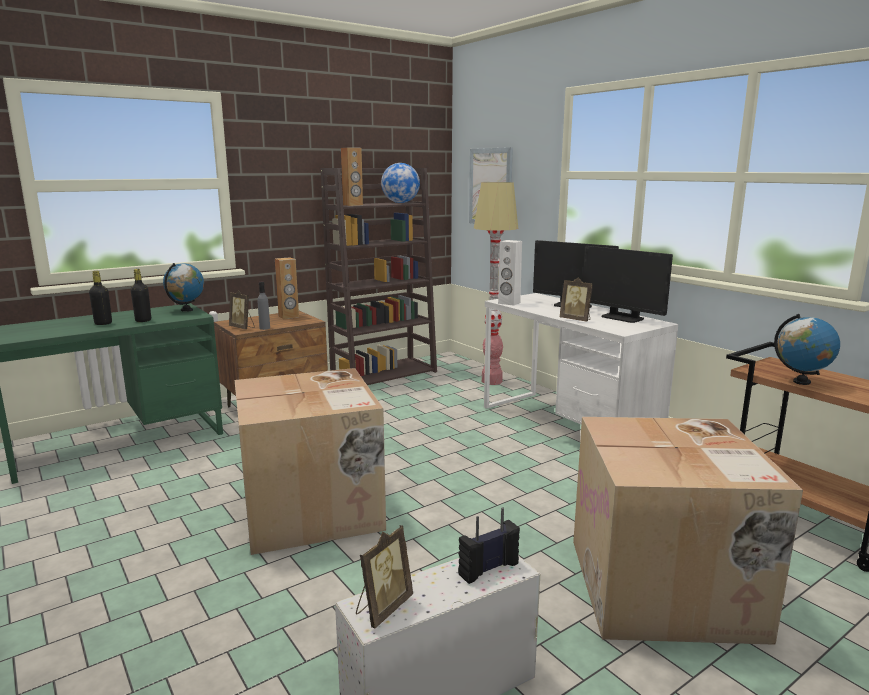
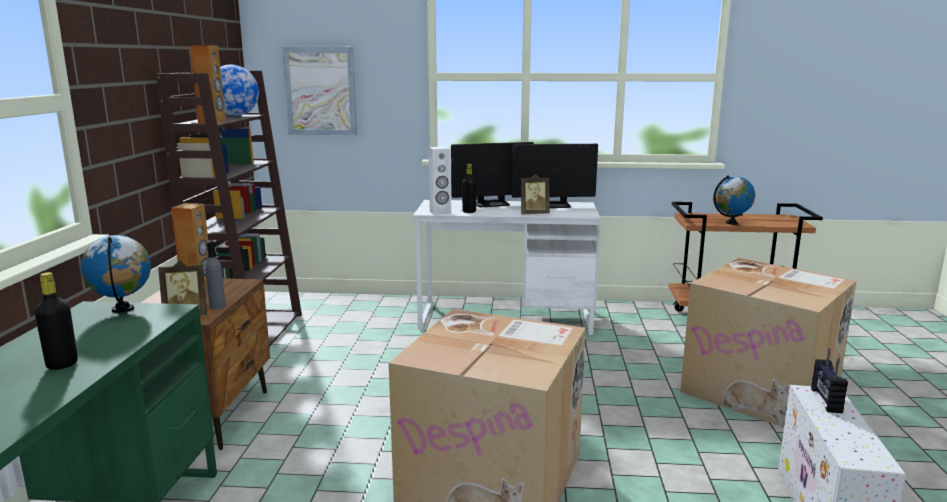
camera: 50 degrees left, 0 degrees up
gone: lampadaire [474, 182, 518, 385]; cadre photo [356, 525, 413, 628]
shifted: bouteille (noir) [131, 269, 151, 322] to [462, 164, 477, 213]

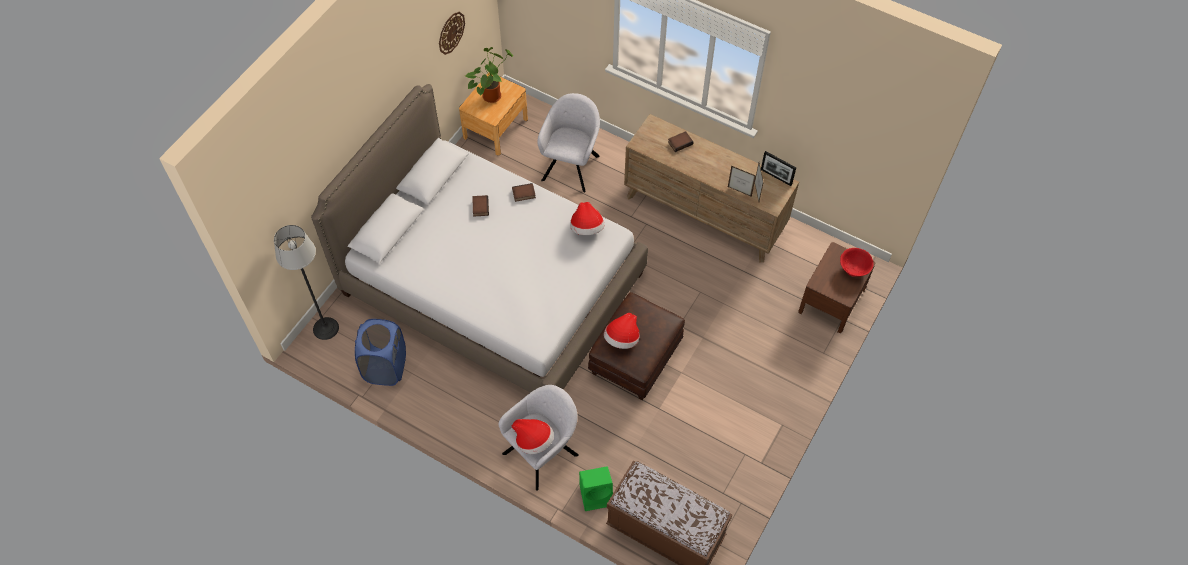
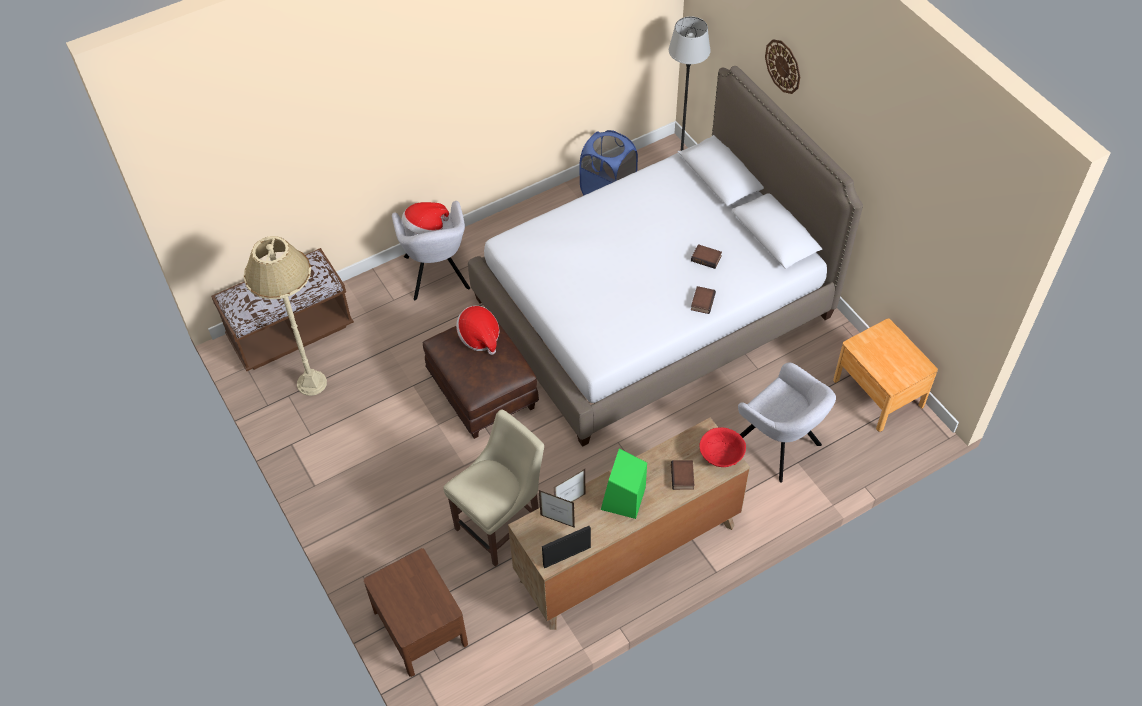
camera: 120 degrees right, 5 degrees down
gone: plante en pot [466, 47, 513, 103]; chapeau [570, 202, 604, 235]
new: lampadaire (beige) [243, 236, 327, 396]; chaise (beige) [443, 410, 544, 567]
shifted: horloge murale [439, 12, 465, 55] to [765, 40, 800, 94]; bol (rouge) [840, 248, 874, 277] to [699, 427, 746, 467]; enceinte (vert) [579, 466, 613, 511] to [601, 449, 647, 519]

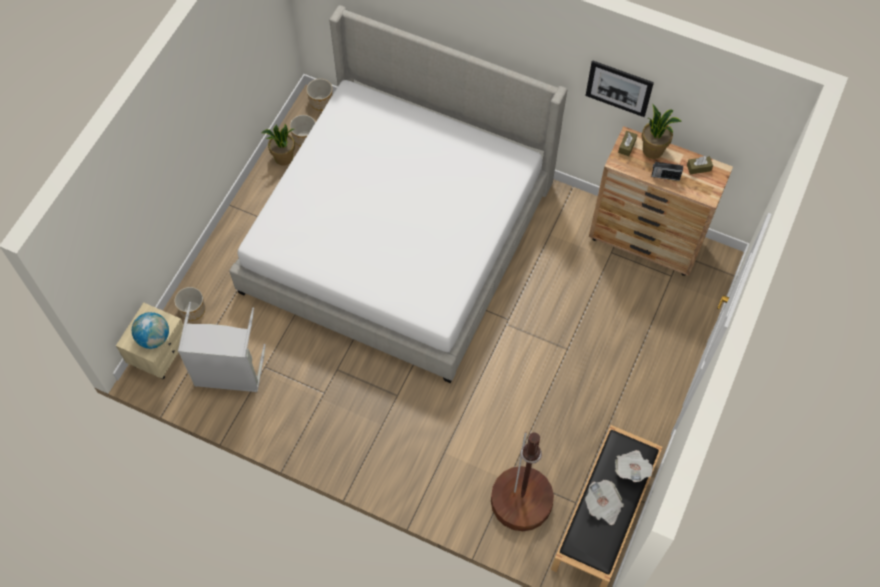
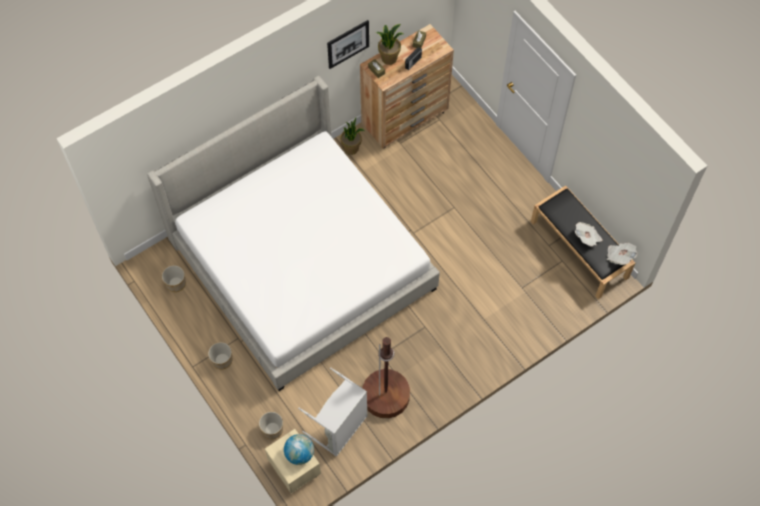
camera: 60 degrees left, 0 degrees up
shifted: cache-pot [306, 79, 333, 111] to [208, 342, 232, 369]; plante en pot [261, 124, 295, 166] to [340, 118, 364, 155]; lampadaire (marron) [491, 431, 554, 531] to [362, 337, 410, 418]; journal [615, 450, 653, 482] to [607, 243, 637, 265]

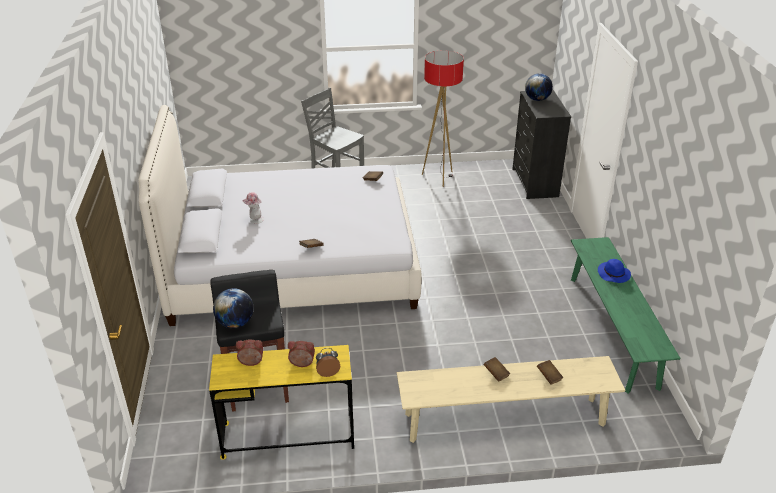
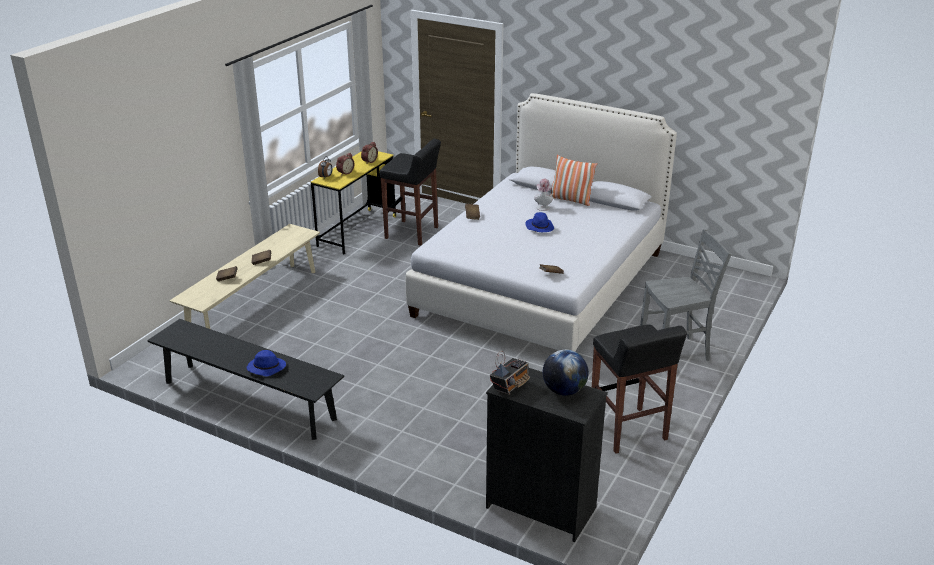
camera: 125 degrees right, 5 degrees down
gone: globe [213, 288, 254, 328]
new: coussin [550, 155, 597, 206]; chapeau (bleu) [525, 212, 554, 232]; radio [490, 351, 530, 395]
swapped: lampadaire [422, 50, 464, 187] to tabouret (noir) [592, 325, 687, 454]
repainted: banc (vert) [571, 237, 681, 394] to banc (noir) [147, 319, 344, 440]

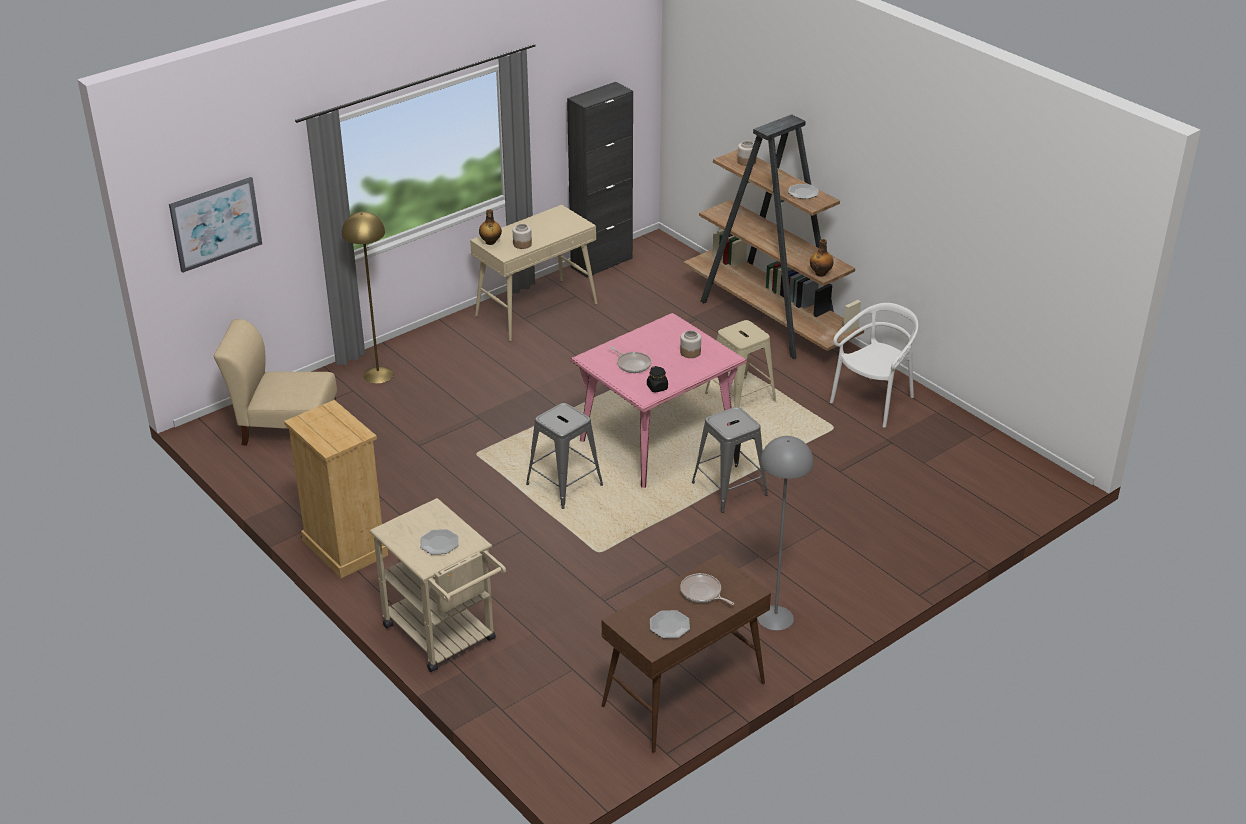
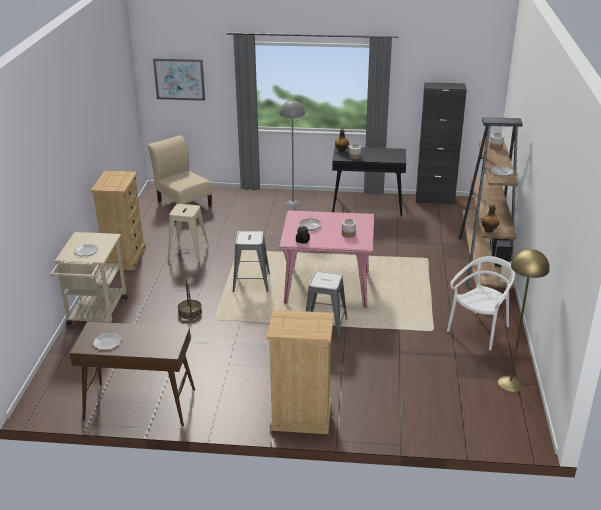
camera: 45 degrees right, 5 degrees down
gone: poêle [680, 573, 734, 605]
new: panier [178, 280, 202, 320]; commode (beige) [267, 310, 334, 434]
shifted: lampadaire (jaune) [342, 211, 393, 384] to [498, 249, 550, 392]; tabouret (beige) [705, 320, 776, 407] to [168, 204, 209, 264]; lampadaire (gris) [757, 436, 814, 630] to [280, 100, 305, 208]
repainted: table console (beige) [470, 205, 598, 342] to table console (noir) [332, 146, 406, 216]
rotated: chaise (blanc) [830, 303, 918, 428] = [447, 256, 515, 350] 45 degrees counterclockwise

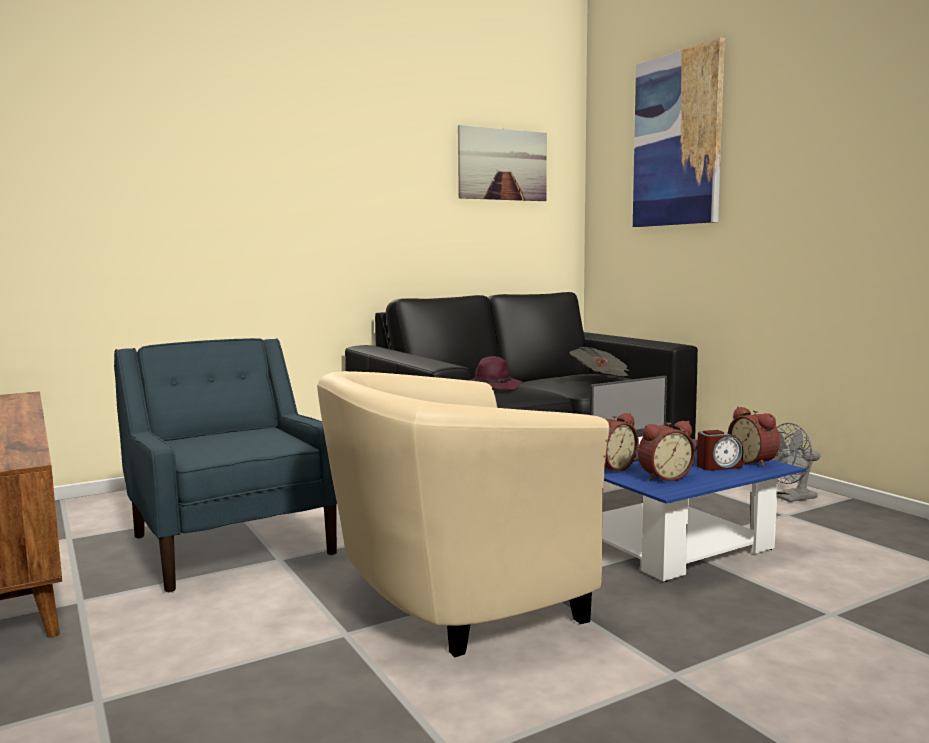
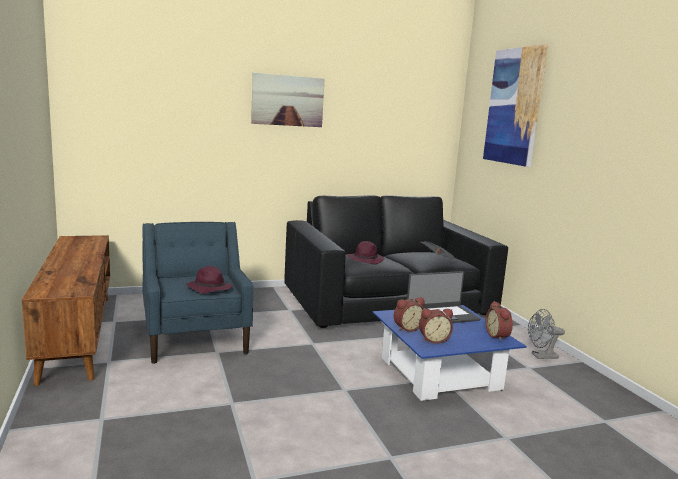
camera: 10 degrees right, 5 degrees up
gone: fauteuil (beige) [317, 371, 609, 657]; réveil [697, 430, 743, 471]
new: chapeau (violet) [186, 266, 233, 294]
shifted: tableau [458, 125, 547, 201] to [251, 73, 325, 127]

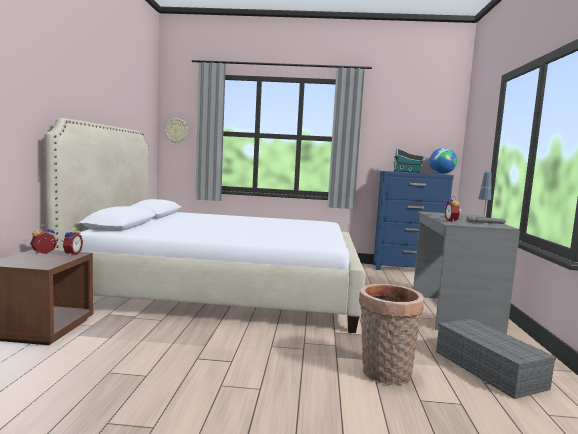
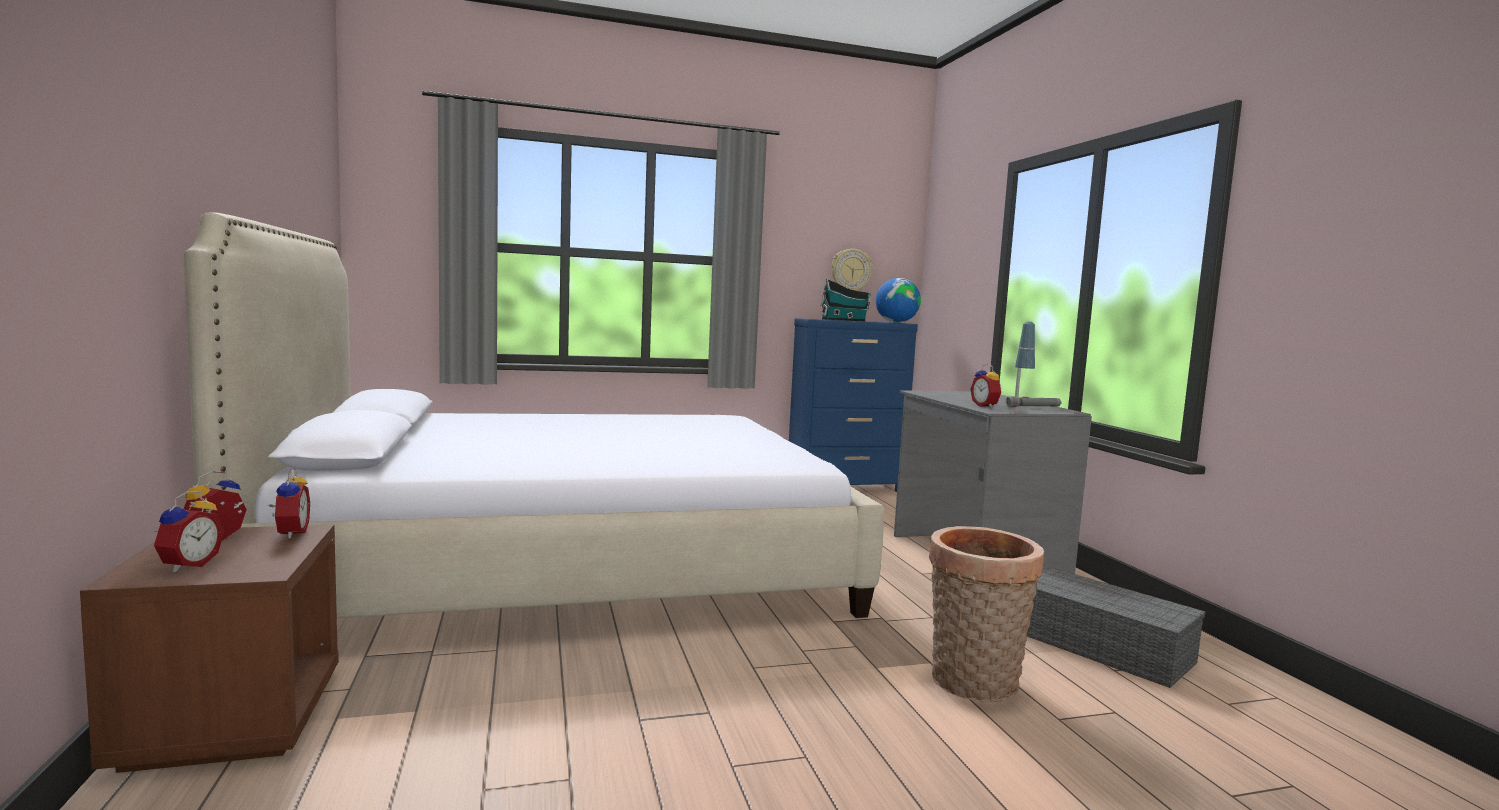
camera: 20 degrees left, 0 degrees up
new: réveil [154, 491, 224, 572]
shifted: horloge murale [164, 118, 188, 143] to [832, 249, 873, 291]

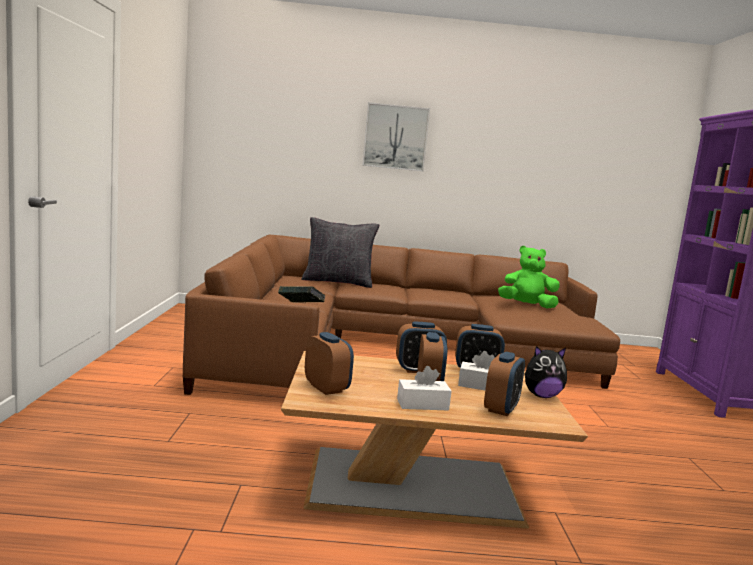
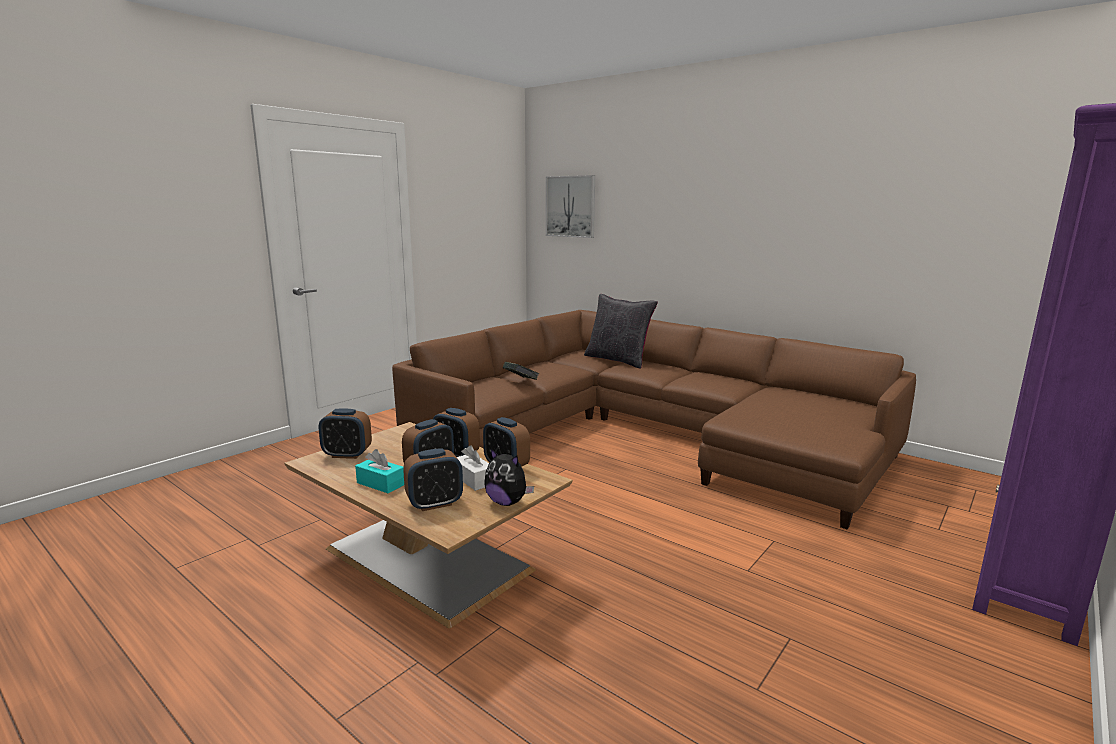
camera: 40 degrees right, 5 degrees up
gone: peluche (vert) [498, 246, 560, 309]
shifted: tableau [362, 102, 430, 171] to [546, 175, 595, 238]
repainted: boîte à mouchoirs (blanc) [397, 366, 452, 411] to boîte à mouchoirs (turquoise) [355, 449, 404, 493]
rotated: réveil [305, 332, 354, 395] = [319, 409, 372, 459] 90 degrees clockwise

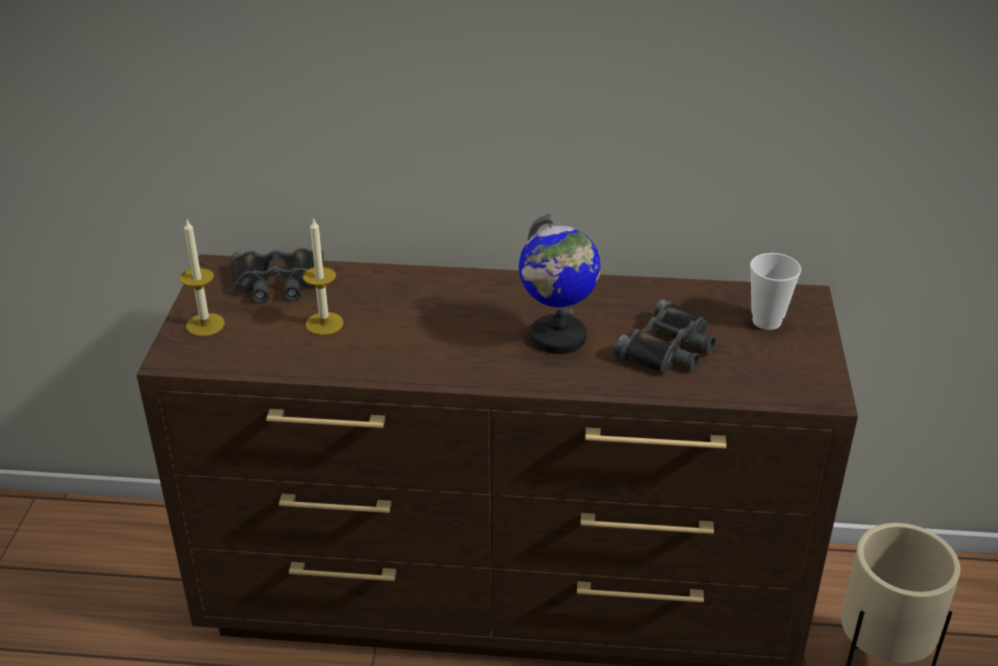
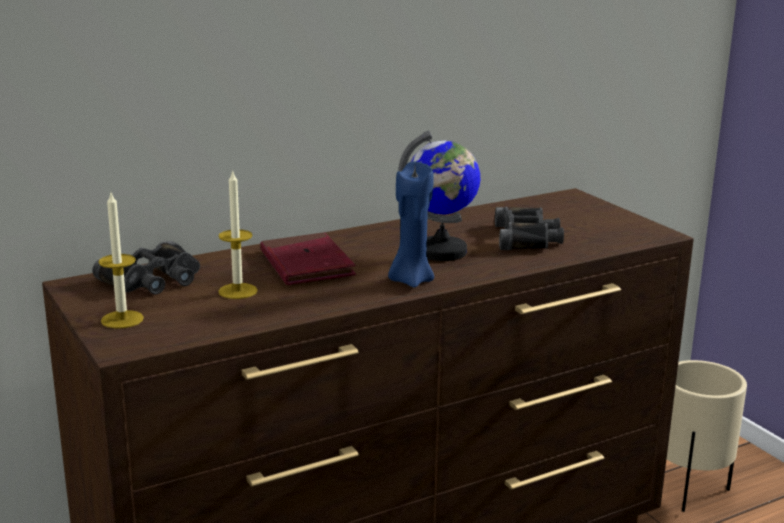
camera: 35 degrees left, 15 degrees down
gone: tasse [750, 253, 801, 330]
new: bougie (bleu) [388, 162, 434, 288]; livre (rouge) [260, 232, 356, 285]

